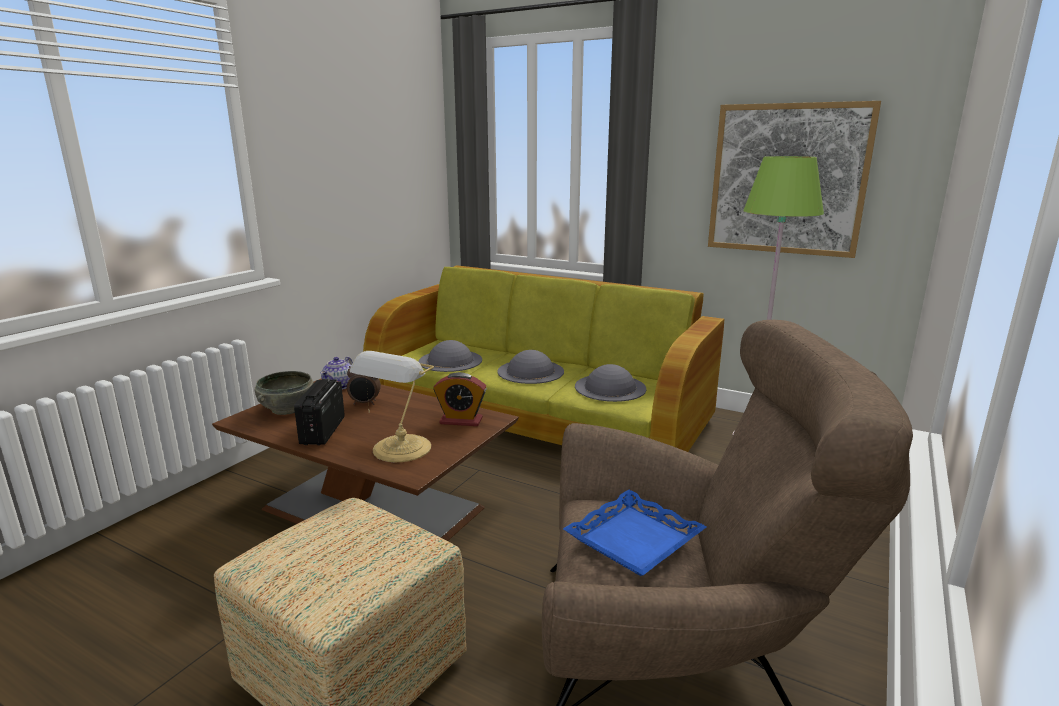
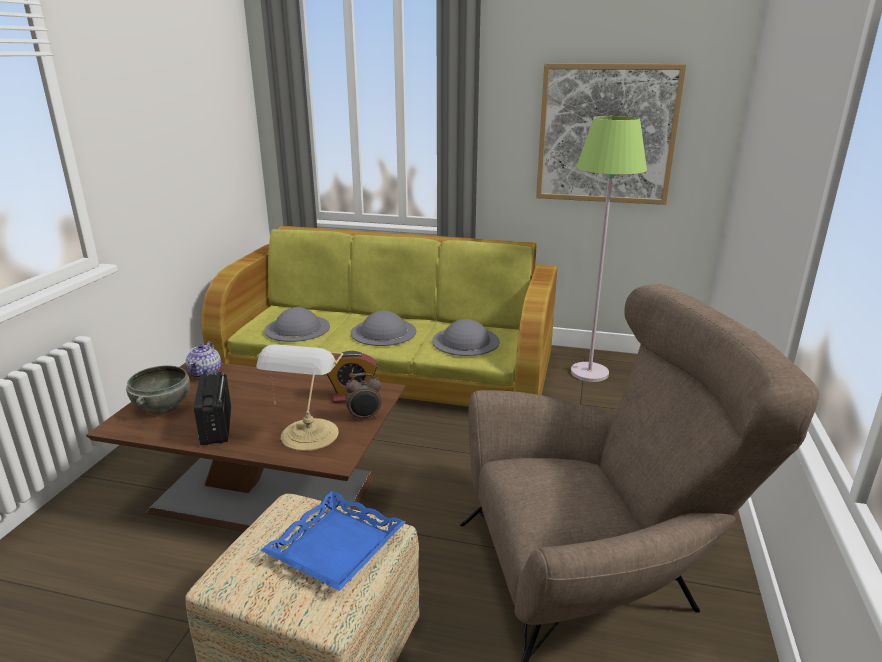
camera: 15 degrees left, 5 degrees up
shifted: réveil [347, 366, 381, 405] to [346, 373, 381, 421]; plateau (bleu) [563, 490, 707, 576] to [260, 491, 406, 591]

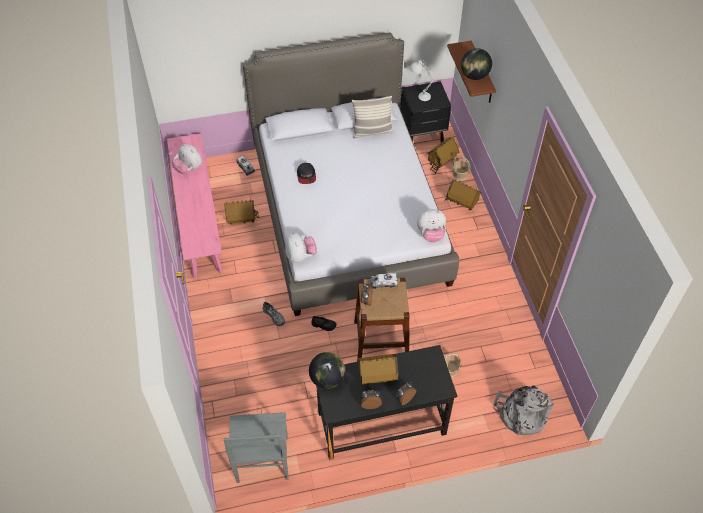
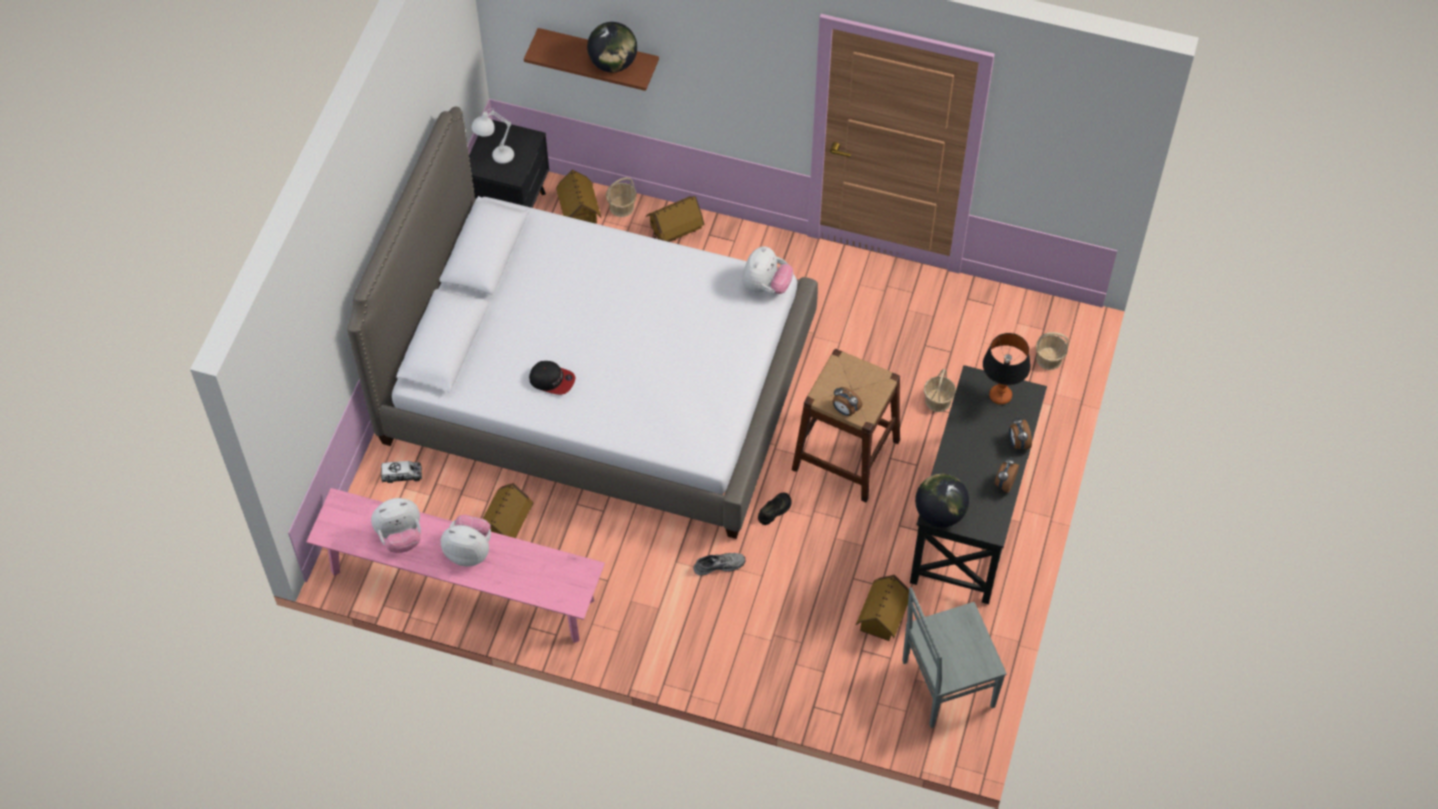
camera: 60 degrees left, 5 degrees up
gone: coussin [352, 96, 393, 138]; camion jouet [370, 273, 398, 289]
new: lampe de table [983, 333, 1031, 405]
shifted: peluche [285, 232, 317, 263] to [441, 514, 491, 567]; maison miniature [357, 354, 399, 385] to [856, 575, 909, 641]
swapped: sac à dos (gris) [494, 386, 554, 436] to panier [1035, 332, 1068, 370]
rotated: chaise (gris) [224, 412, 289, 483] = [902, 587, 1007, 728] 135 degrees clockwise

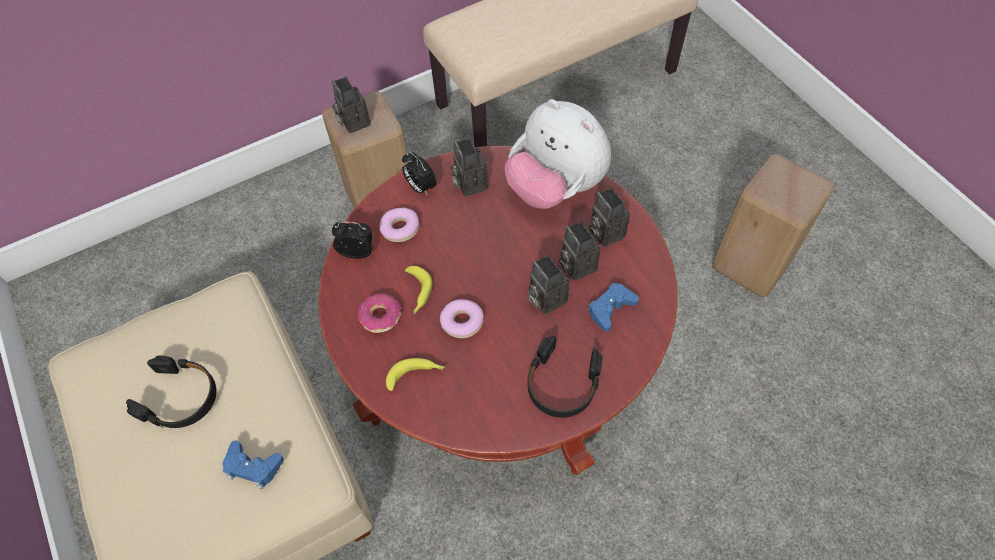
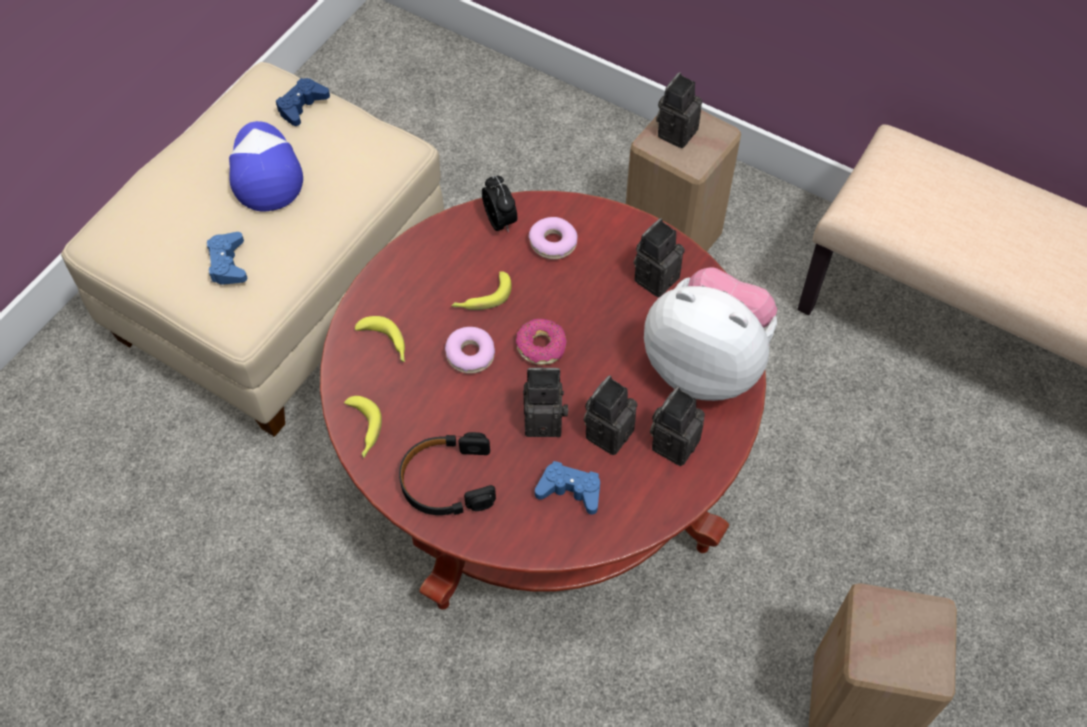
camera: 60 degrees right, 0 degrees up
gone: réveil [402, 152, 437, 196]
new: manette (bleu) [276, 78, 330, 126]; banane [344, 396, 382, 458]
shifted: beignet [357, 293, 401, 333] to [516, 319, 566, 365]
swapped: casque audio (noir) [126, 356, 216, 428] to casquette [229, 121, 303, 212]
rotated: peluche [505, 99, 611, 209] = [644, 267, 777, 401] 105 degrees clockwise; appareil photo [528, 255, 569, 315] = [523, 368, 568, 437] 60 degrees clockwise

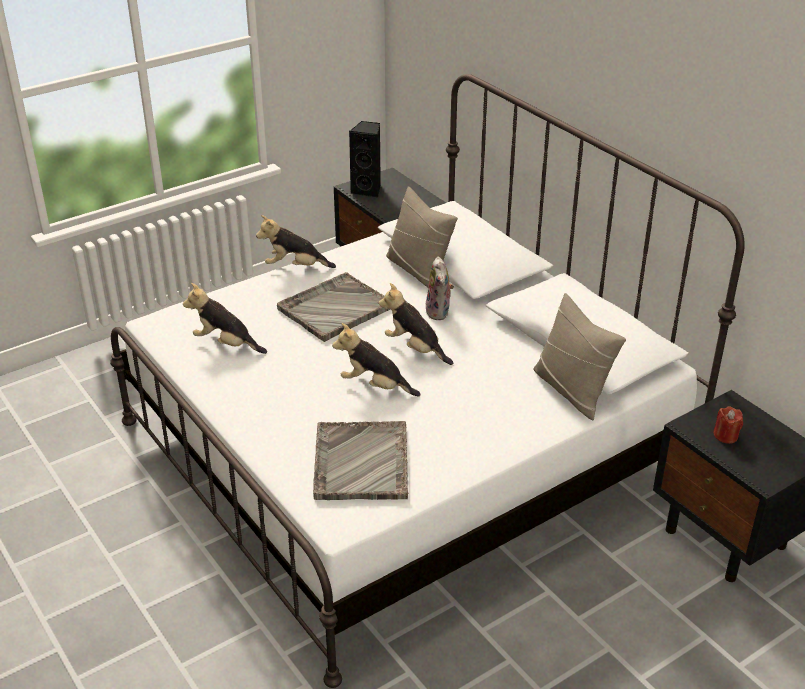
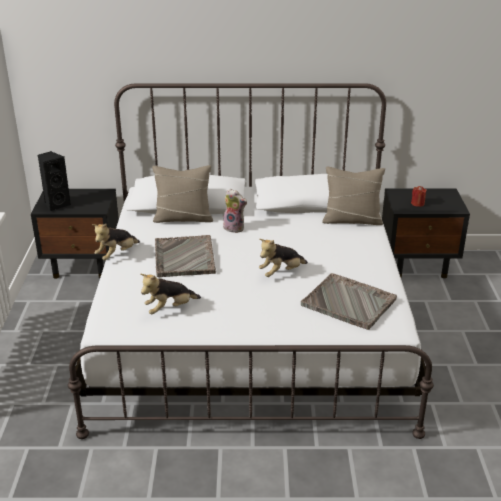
camera: 55 degrees left, 5 degrees down
gone: peluche [379, 283, 453, 365]

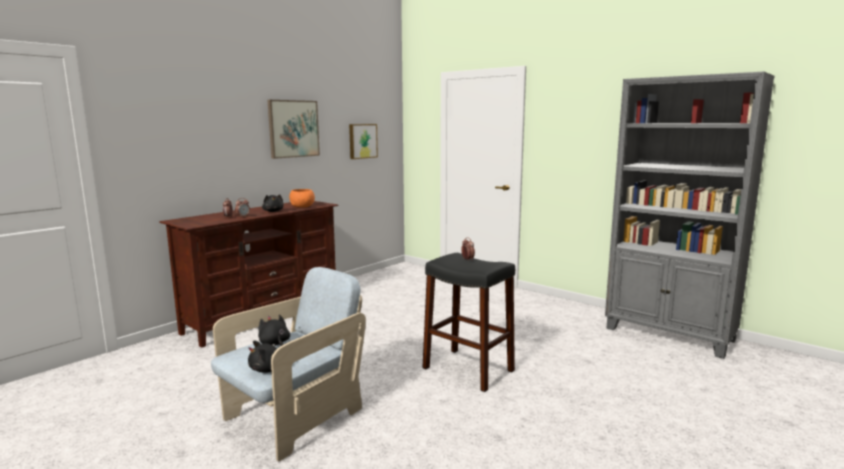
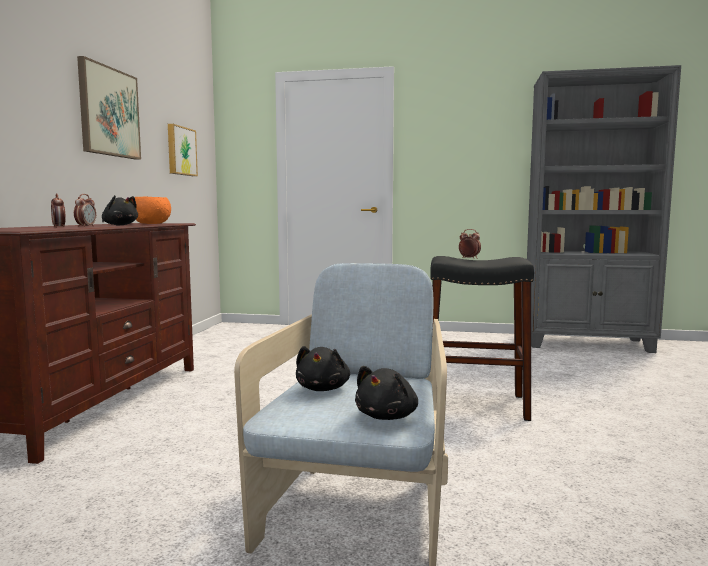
camera: 30 degrees left, 5 degrees down
rotated: peluche (noir) [258, 314, 290, 347] = [296, 346, 350, 391] 105 degrees counterclockwise

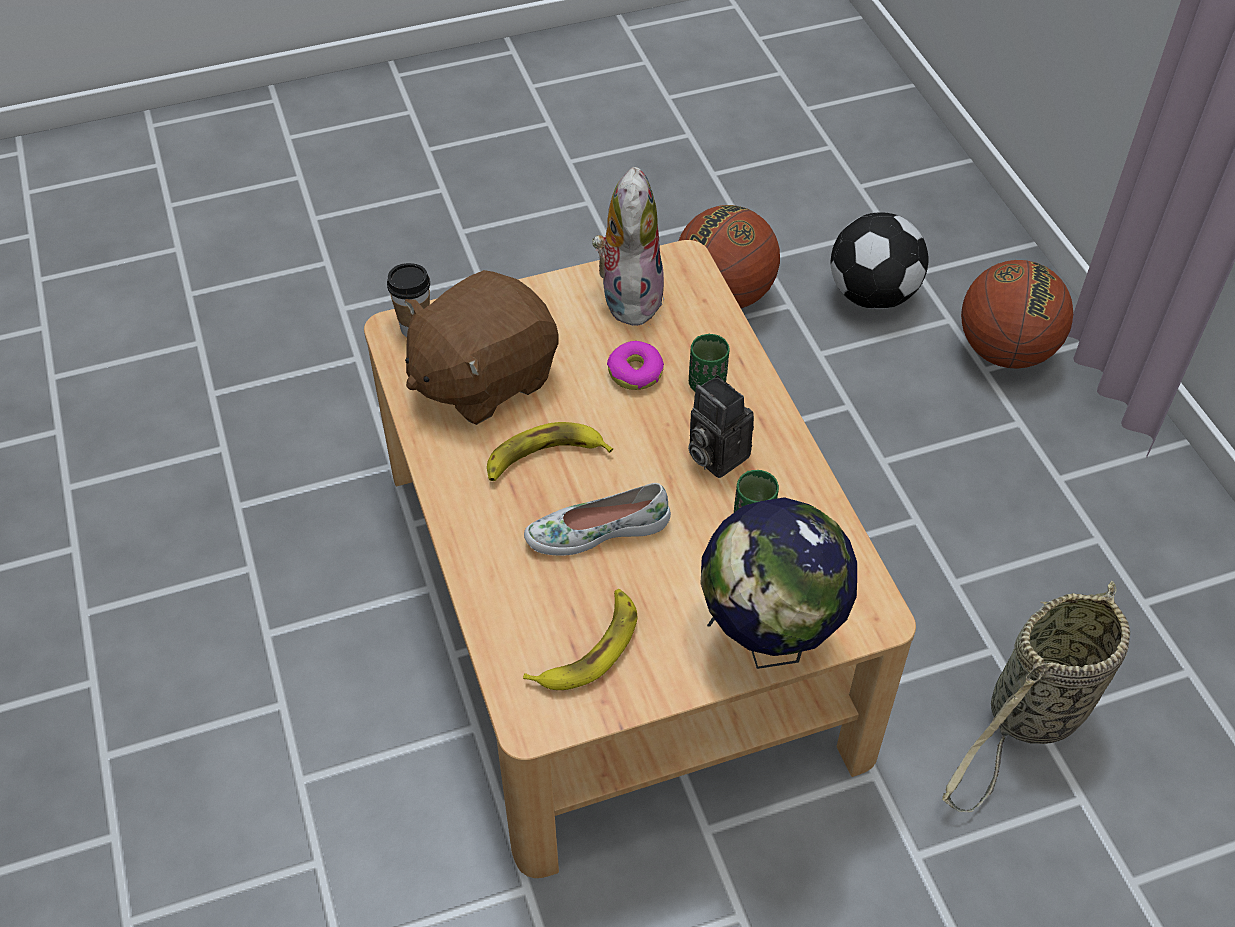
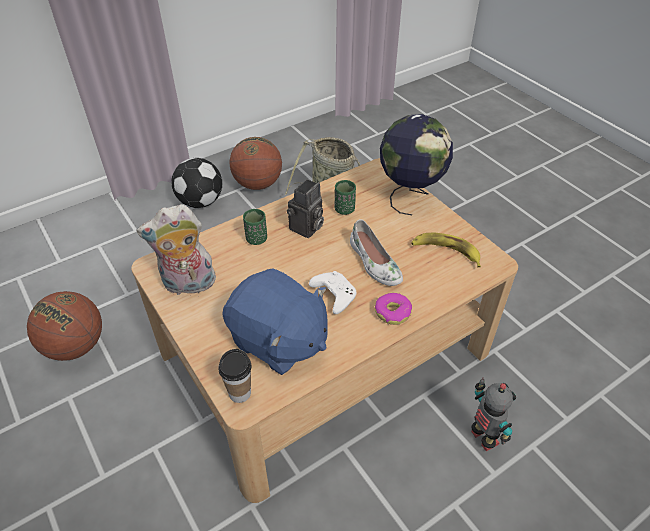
camera: 105 degrees left, 5 degrees down
new: robot jouet [471, 378, 516, 451]
shifted: ballon de foot [830, 212, 929, 309] to [171, 158, 222, 208]; ballon de basket [961, 260, 1073, 369] to [230, 137, 282, 190]; beignet [607, 341, 664, 390] to [375, 293, 412, 325]
swapped: banane [487, 422, 613, 481] to manette (blanc) [309, 271, 356, 314]
repainted: peluche (marron) [405, 270, 558, 425] to peluche (bleu) [222, 269, 328, 375]

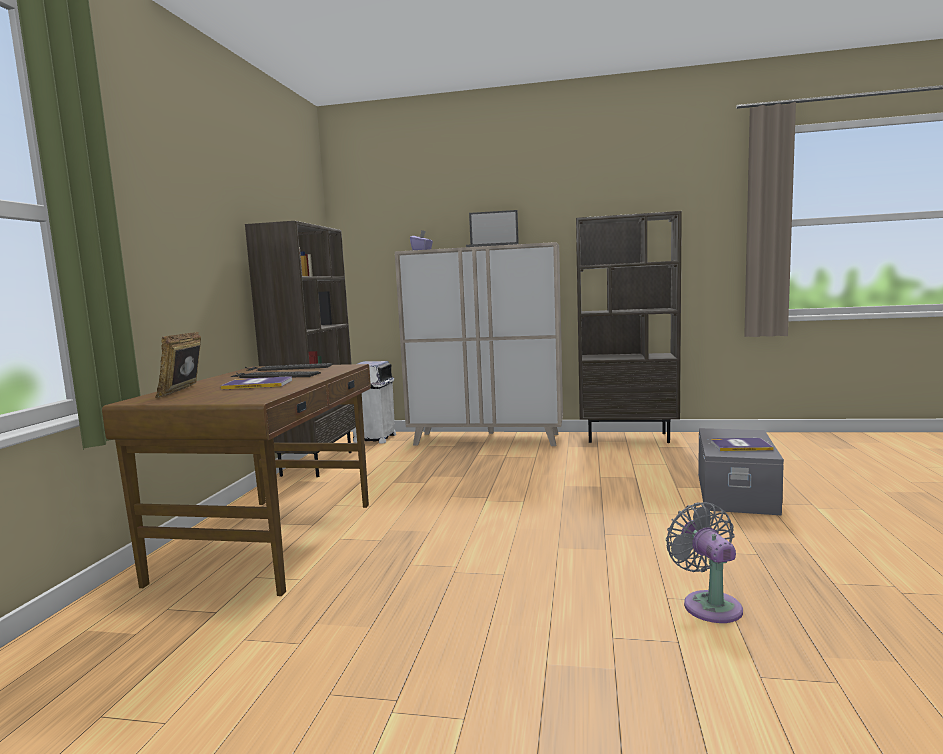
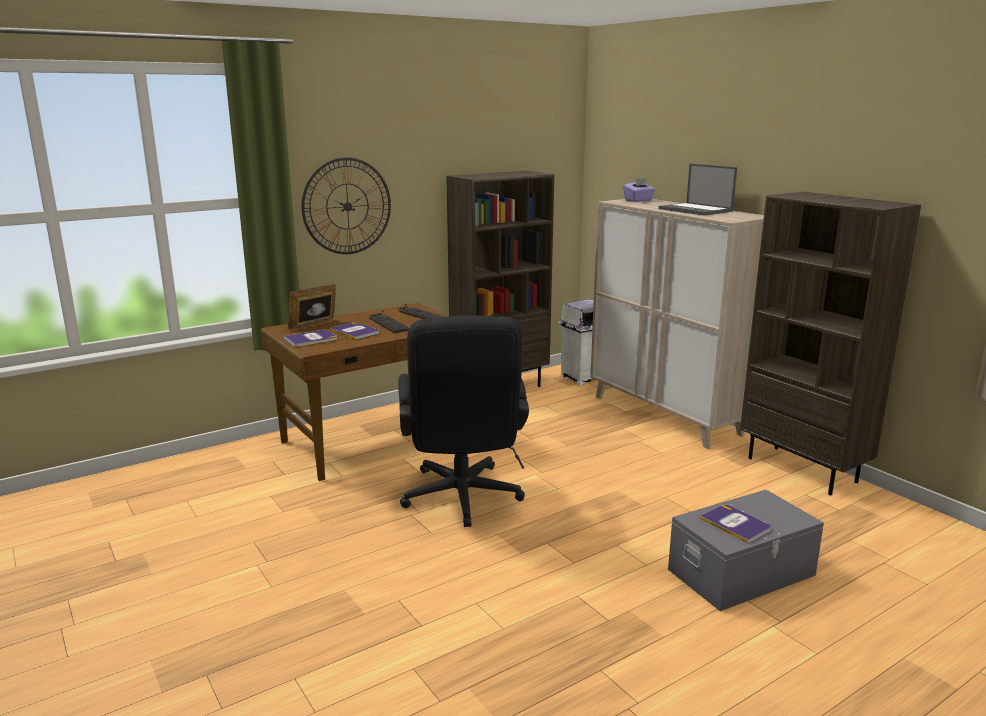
camera: 45 degrees right, 10 degrees up
gone: ventilateur (gris) [666, 502, 743, 623]
new: horloge murale [302, 157, 391, 254]; chaise de bureau (noir) [398, 315, 529, 527]; livre [284, 329, 337, 347]

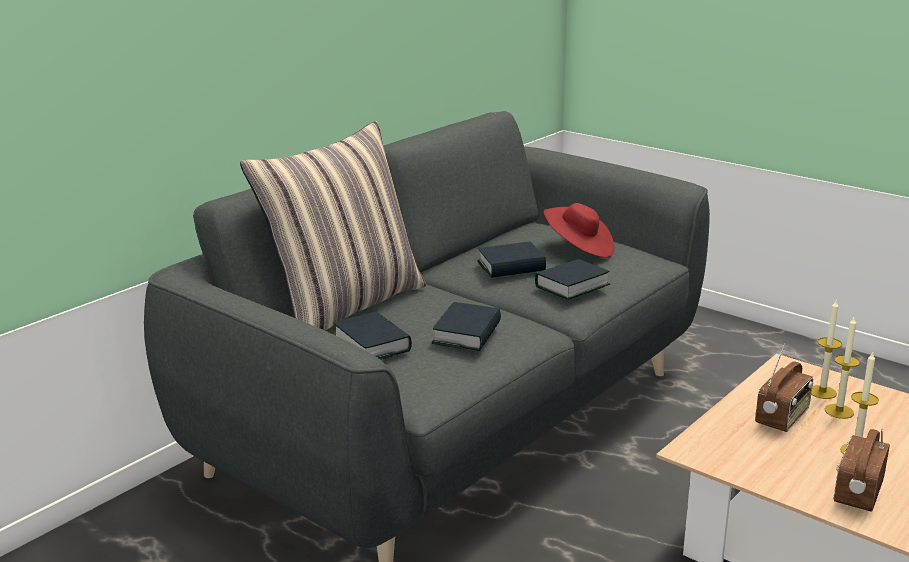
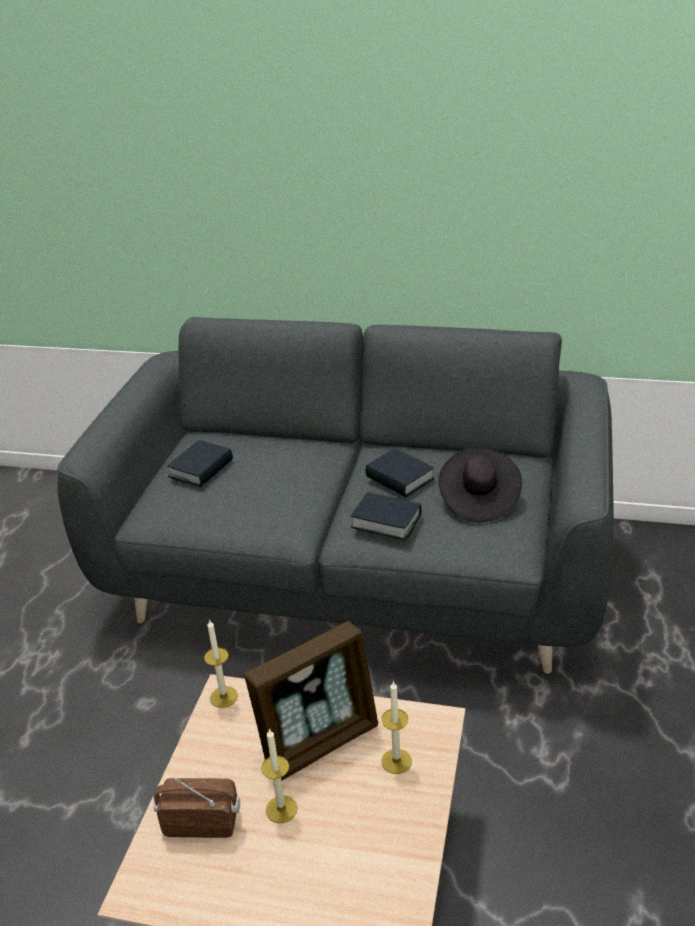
camera: 65 degrees right, 10 degrees up
gone: coussin [240, 121, 426, 330]; livre [432, 302, 501, 351]
shifted: bougie [825, 317, 860, 419] to [204, 619, 238, 708]
swapped: radio [755, 343, 813, 432] to cadre photo [244, 621, 378, 781]
repainted: chapeau (rouge) [544, 203, 614, 258] to chapeau (noir) [439, 447, 522, 522]

